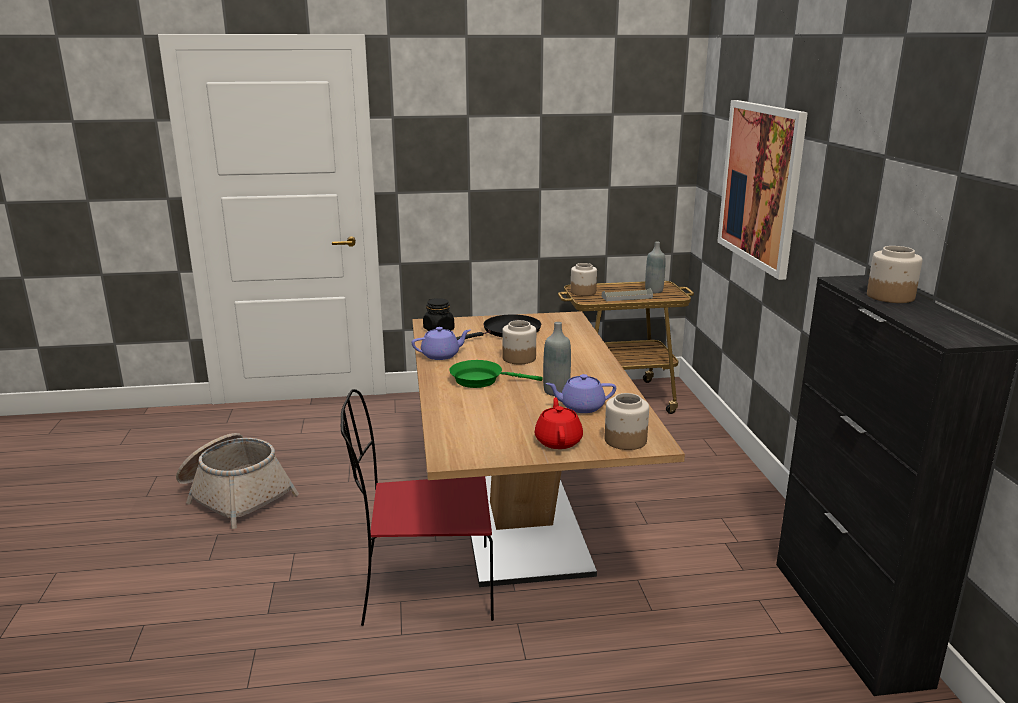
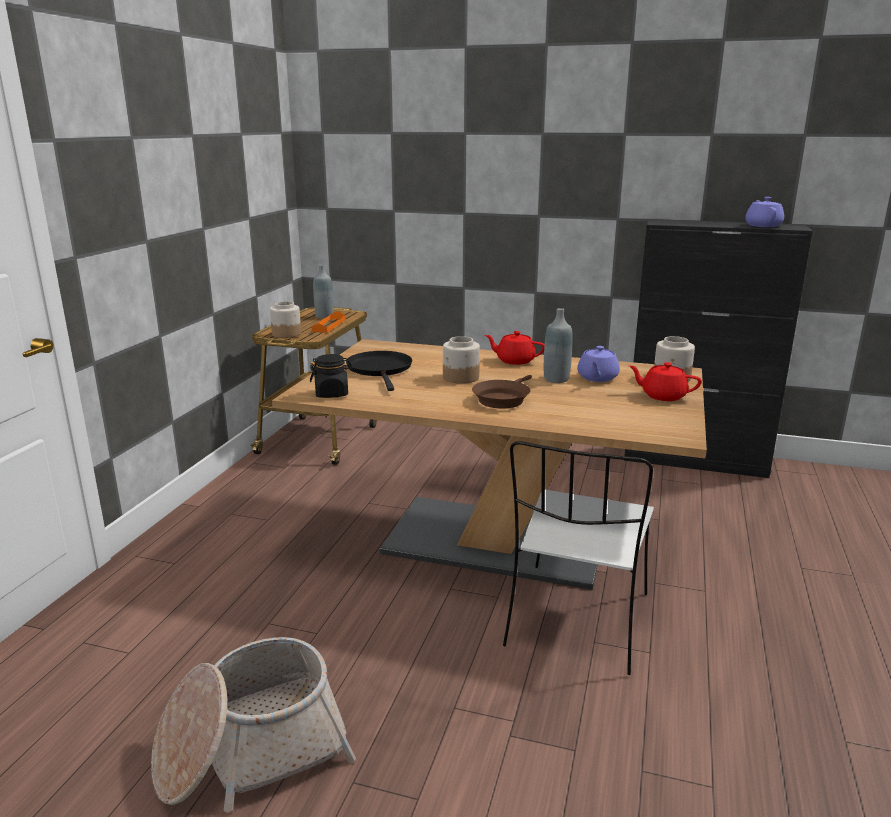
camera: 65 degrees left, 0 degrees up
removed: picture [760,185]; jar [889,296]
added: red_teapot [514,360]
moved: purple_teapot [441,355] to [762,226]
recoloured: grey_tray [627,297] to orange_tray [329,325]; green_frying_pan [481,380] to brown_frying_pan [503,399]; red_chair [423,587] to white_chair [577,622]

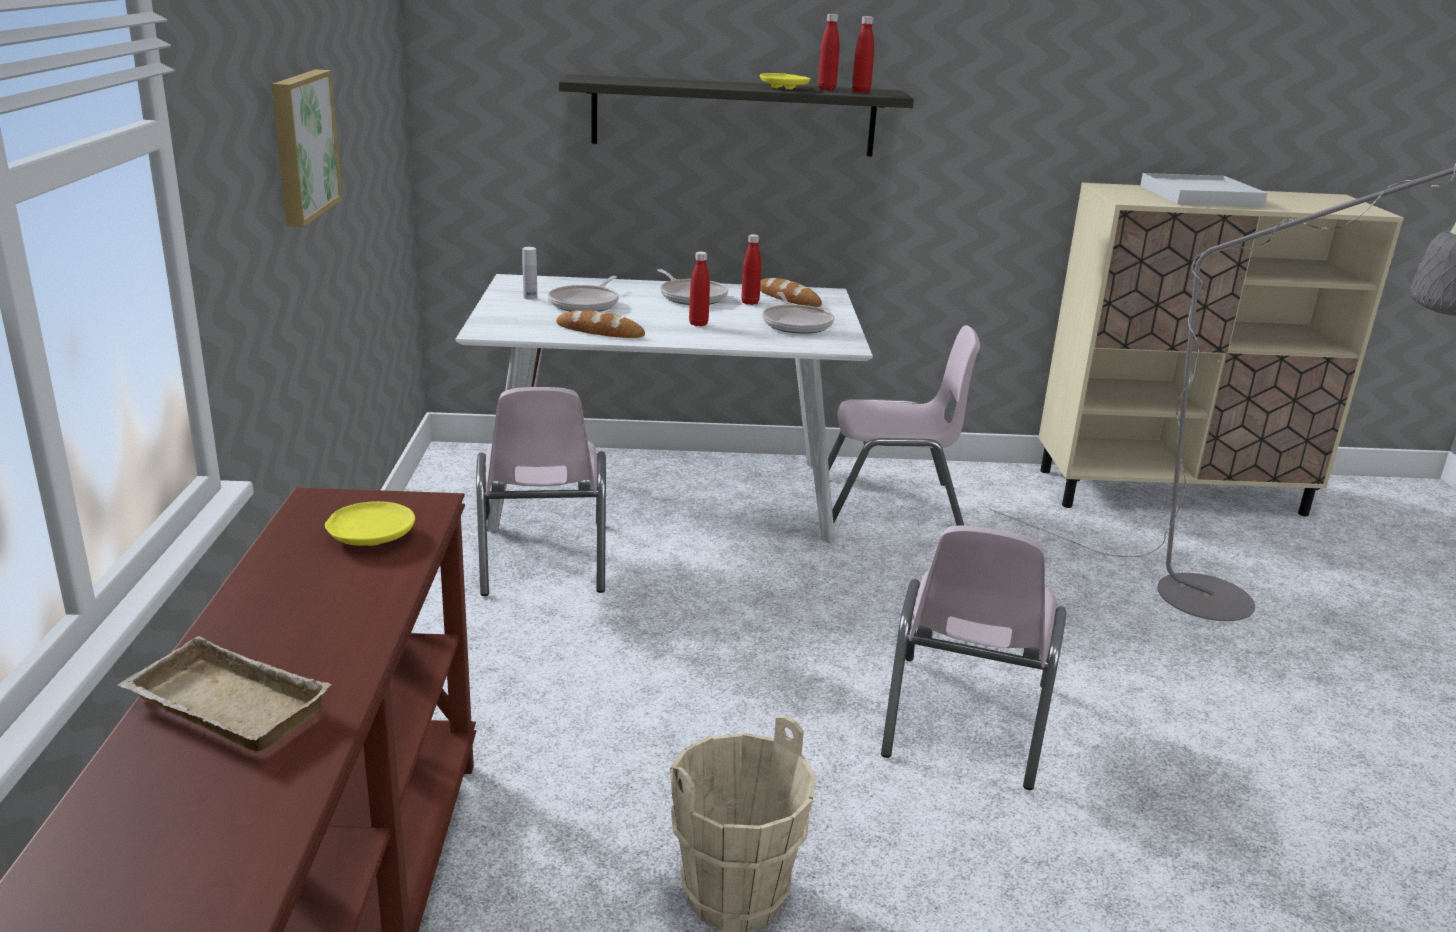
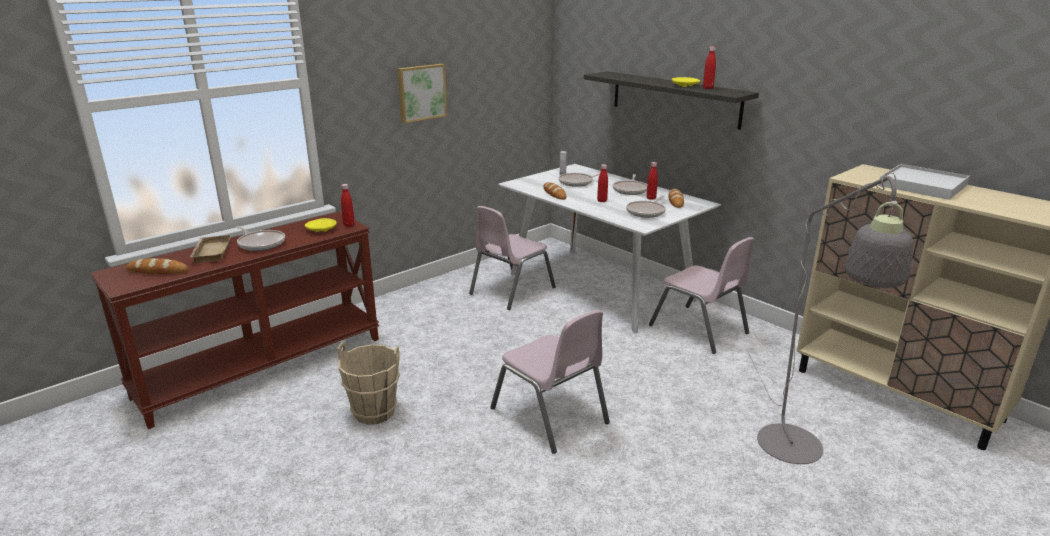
camera: 50 degrees right, 0 degrees up
added: frying_pan [260,243]; bread [157,271]
moved: red_bottle [861,92] to [349,225]
turned: pink_chair [965,720] = [550,416] 105 degrees counterclockwise

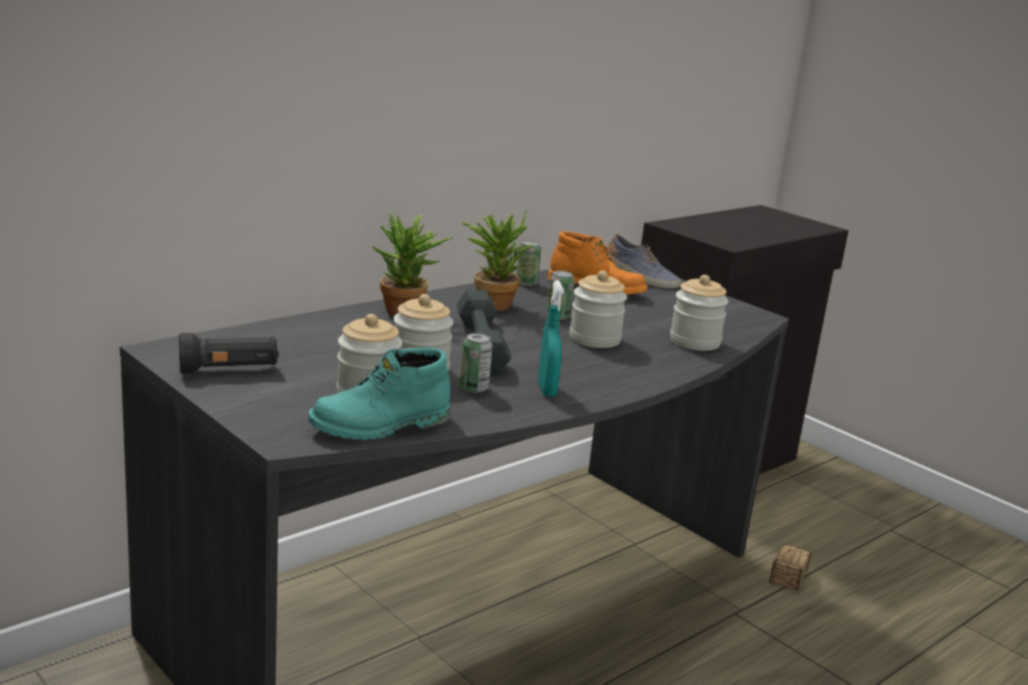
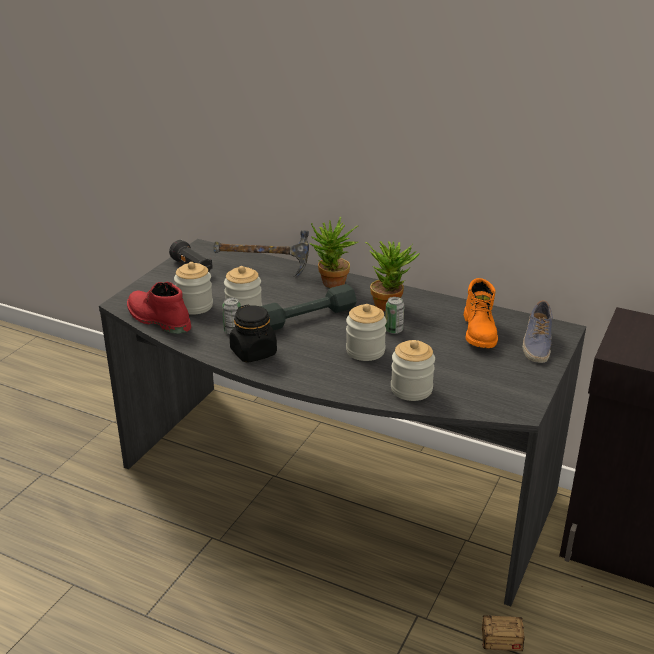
camera: 70 degrees right, 10 degrees up
removed: can [526,283]
added: hammer [264,269]
replaced: turquoise_spray_bottle [547,390] to black_jar [253,352]
recoloured: turquoise_boot [381,426] to red_boot [157,319]

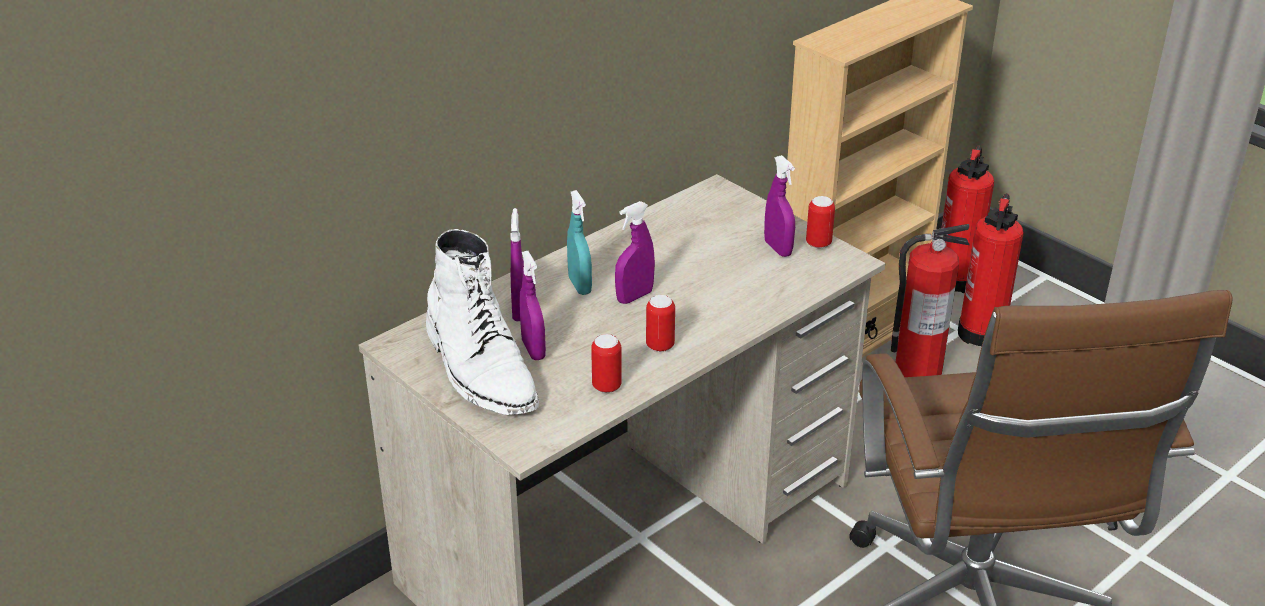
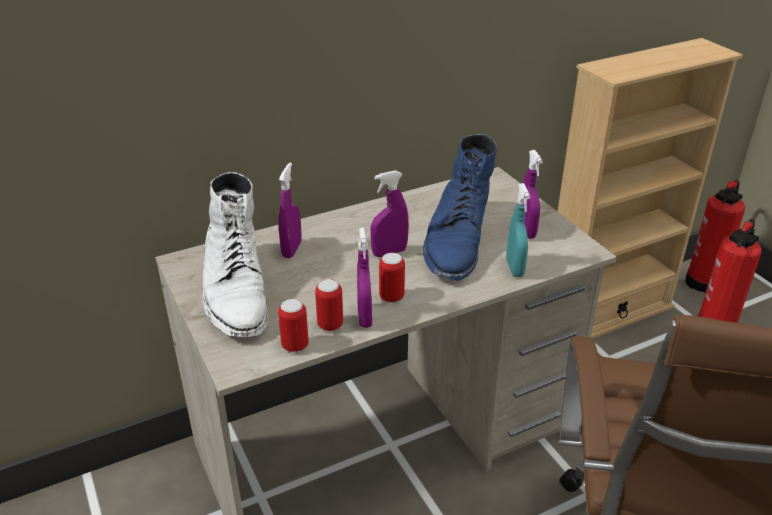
camera: 15 degrees right, 0 degrees up
removed: fire_extinguisher [916,370]
added: blue_boot [457,241]
moved: turquoise_spray_bottle [580,286] to [514,268]; can [818,243] to [295,346]; purple_spray_bottle [533,350] to [364,317]

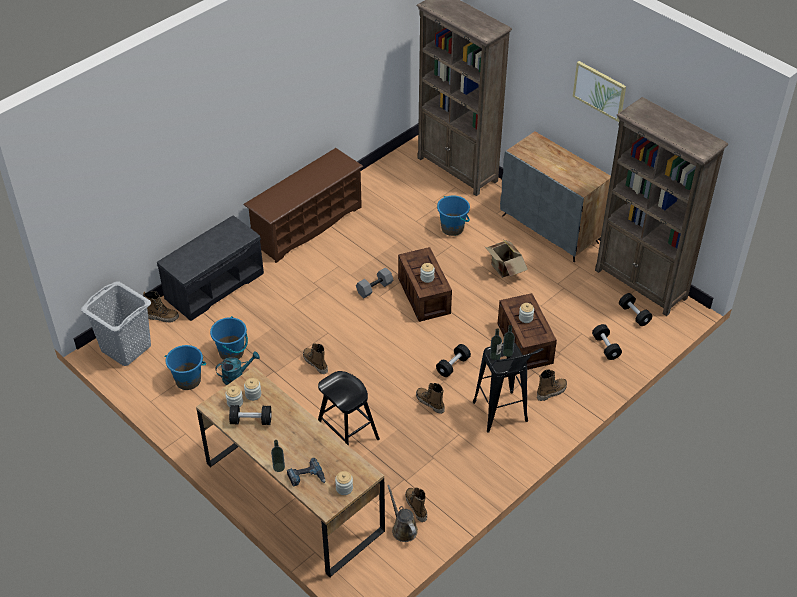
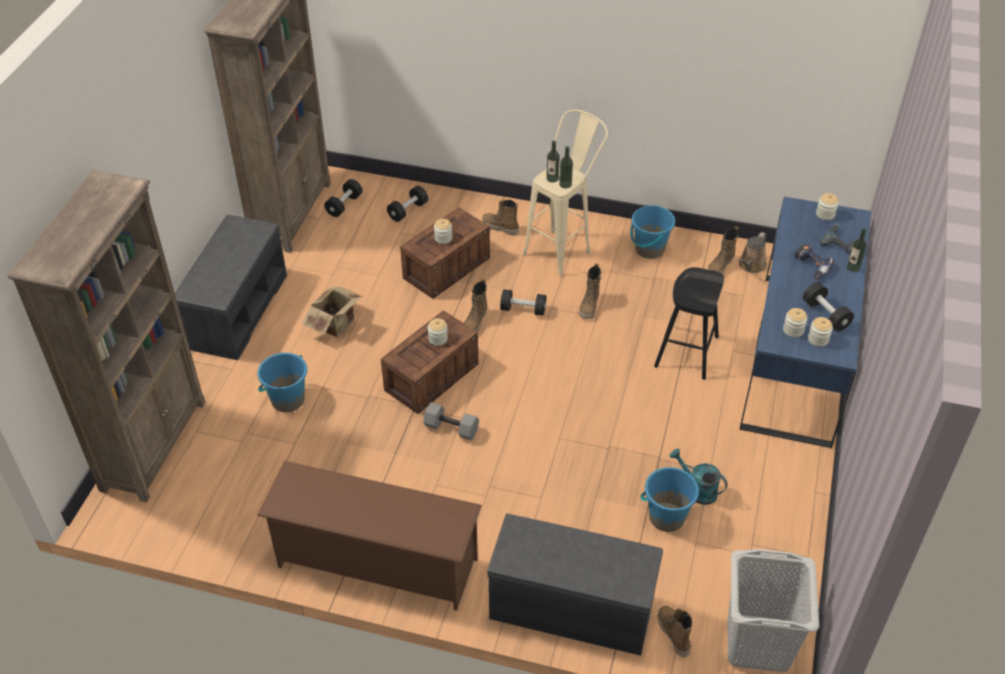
camera: 120 degrees left, 0 degrees up
removed: picture [599,90]
added: power_drill [810,267]
moved: boot [315,363] to [476,322]; blue_bucket [188,380] to [649,249]
replaced: grey_cabinet [550,229] to grey_bench [236,310]
recoloured: black_stool [503,418] to beige_stool [563,248]; brown_desk [294,496] to blue_desk [796,356]

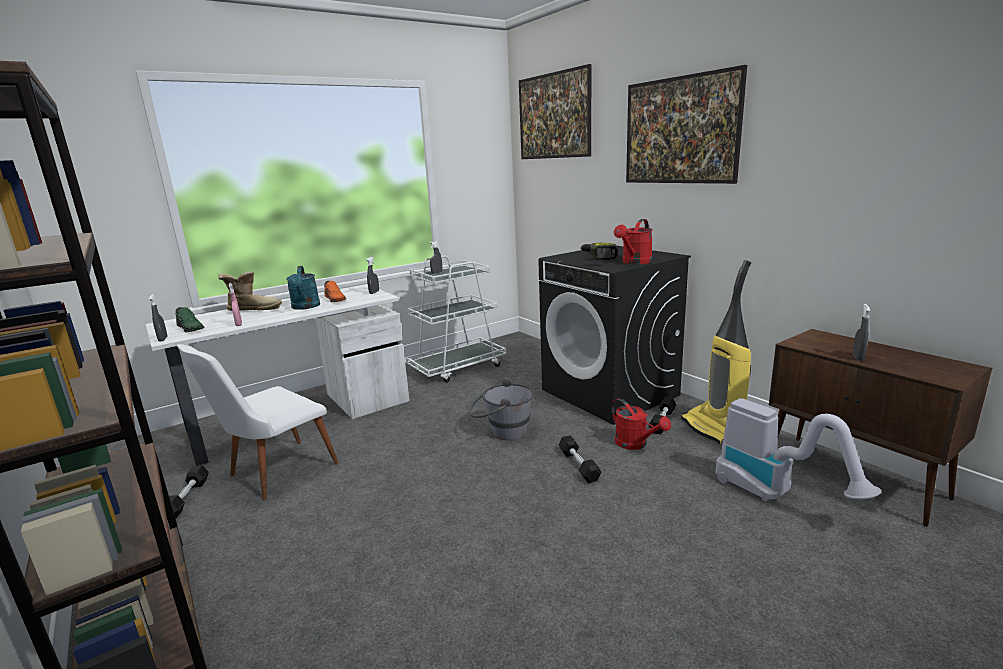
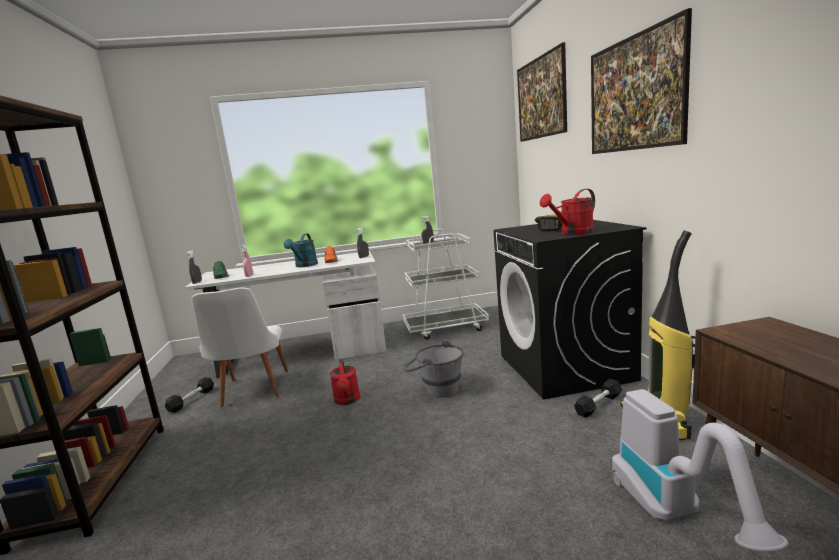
camera: 25 degrees right, 5 degrees down
removed: boot [253,309]; grey_spray_bottle [858,357]; black_dumbbell [579,465]
moved: red_watering_can [636,444] to [347,401]
turned: white_chair [273,473] = [252,392] 75 degrees counterclockwise

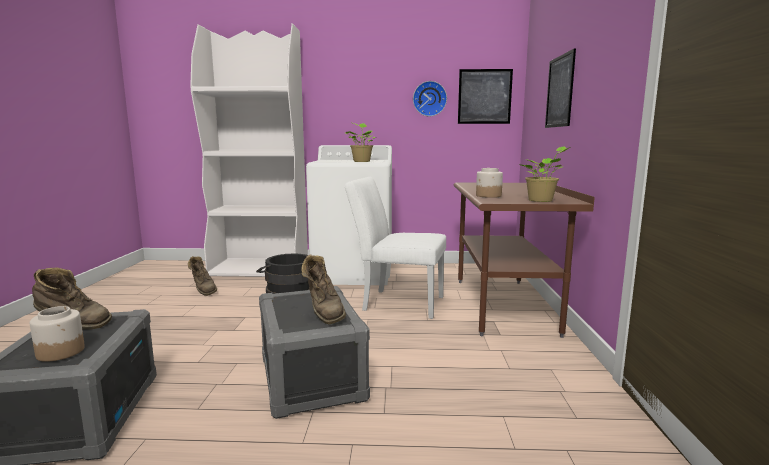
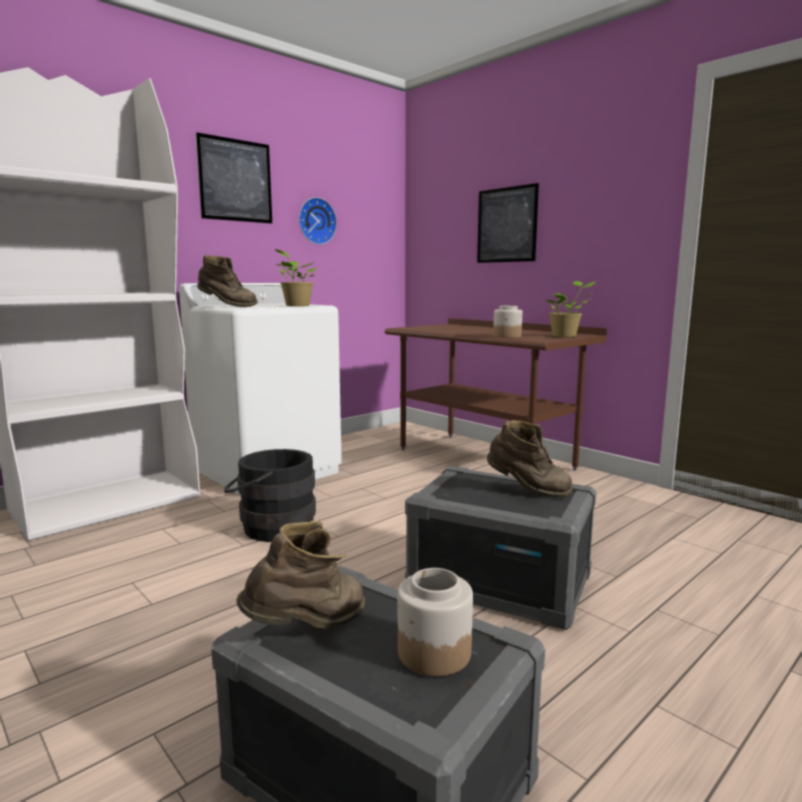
camera: 45 degrees left, 0 degrees up
removed: white_chair [397,303]
moved: picture [484,96] to [235,180]; brown_boot [203,290] to [227,306]

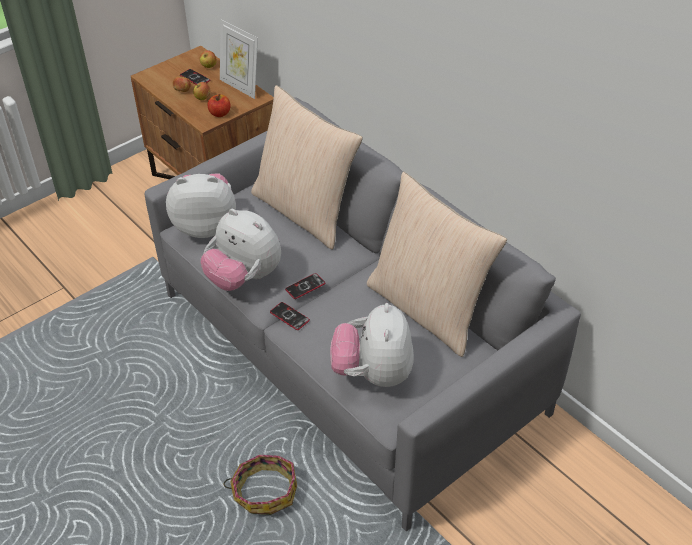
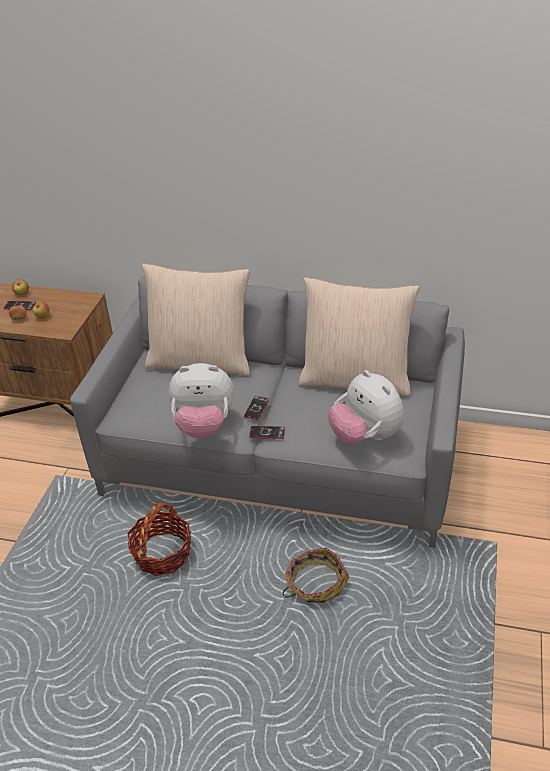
camera: 35 degrees left, 5 degrees down
removed: picture_frame [240,86]; apple [220,113]; plush_toy [205,226]
added: basket [162,554]

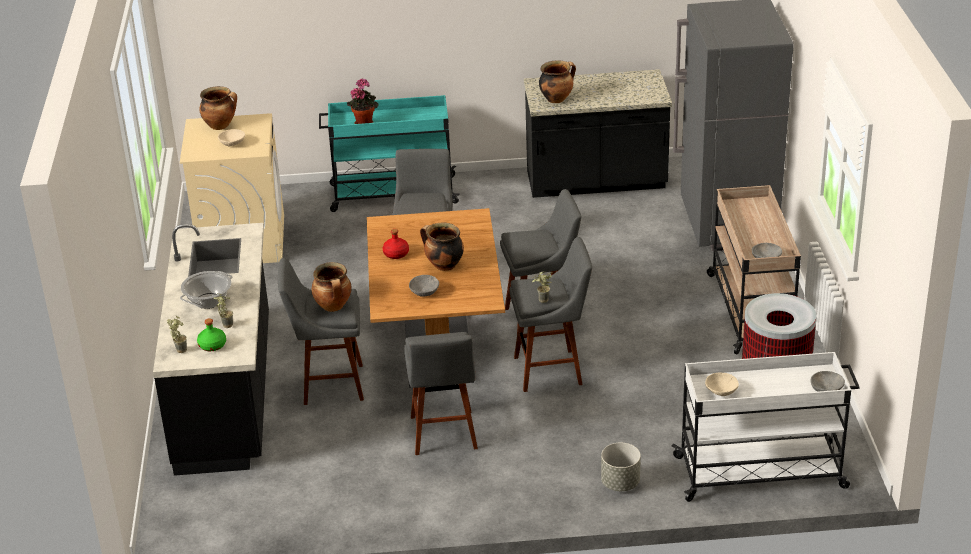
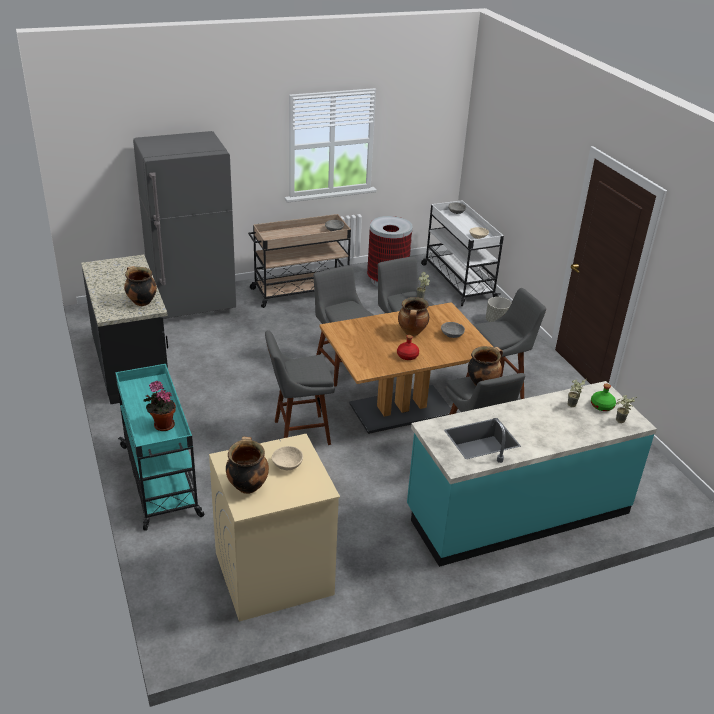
camera: 110 degrees left, 0 degrees up
removed: cooking_pot [208,301]
recoloured: black_counter [227,394] to turquoise_counter [517,511]

